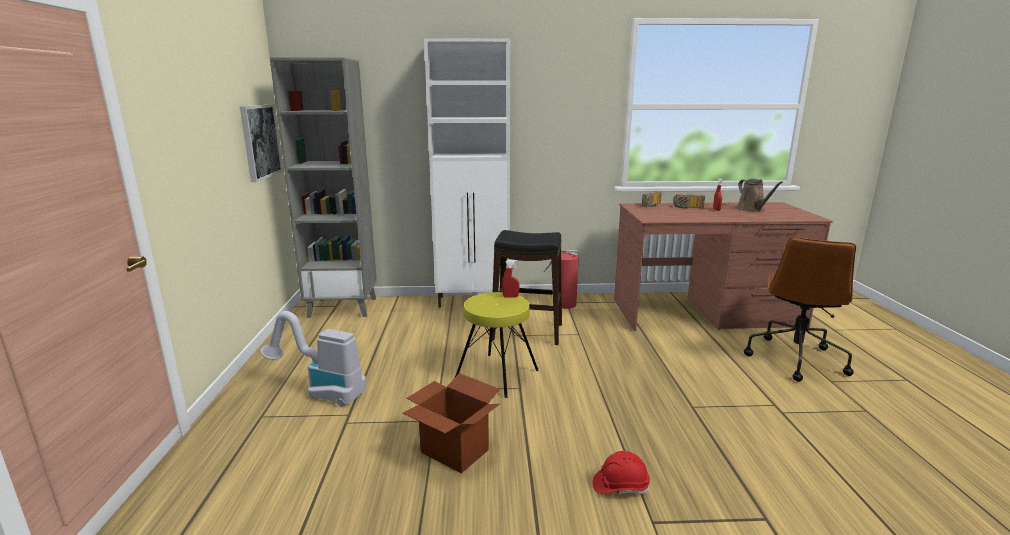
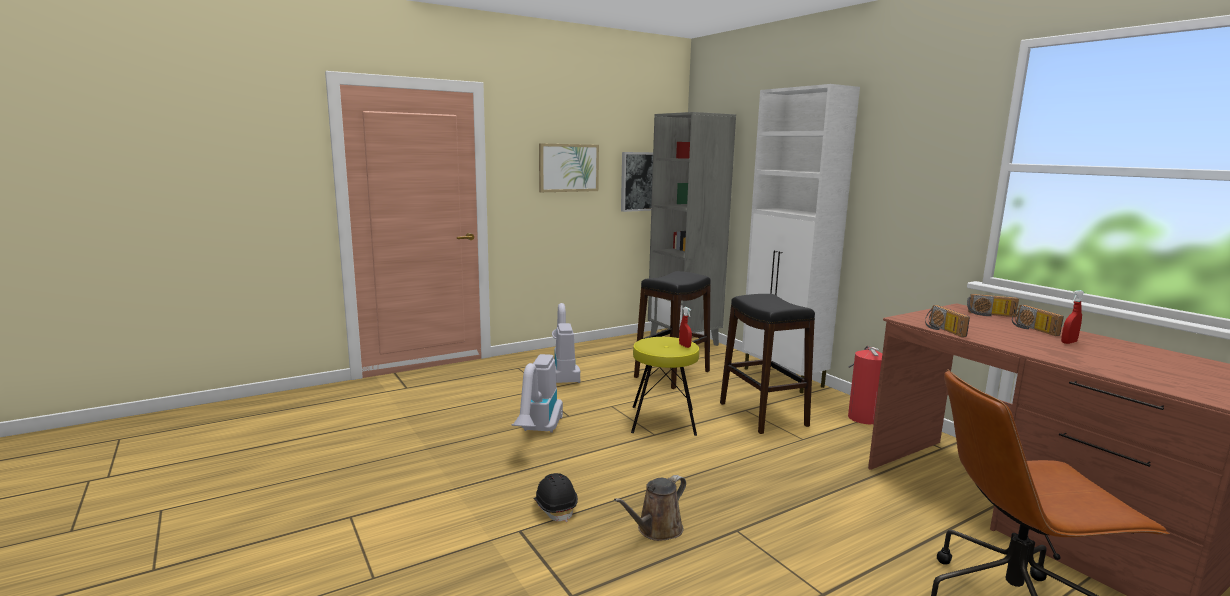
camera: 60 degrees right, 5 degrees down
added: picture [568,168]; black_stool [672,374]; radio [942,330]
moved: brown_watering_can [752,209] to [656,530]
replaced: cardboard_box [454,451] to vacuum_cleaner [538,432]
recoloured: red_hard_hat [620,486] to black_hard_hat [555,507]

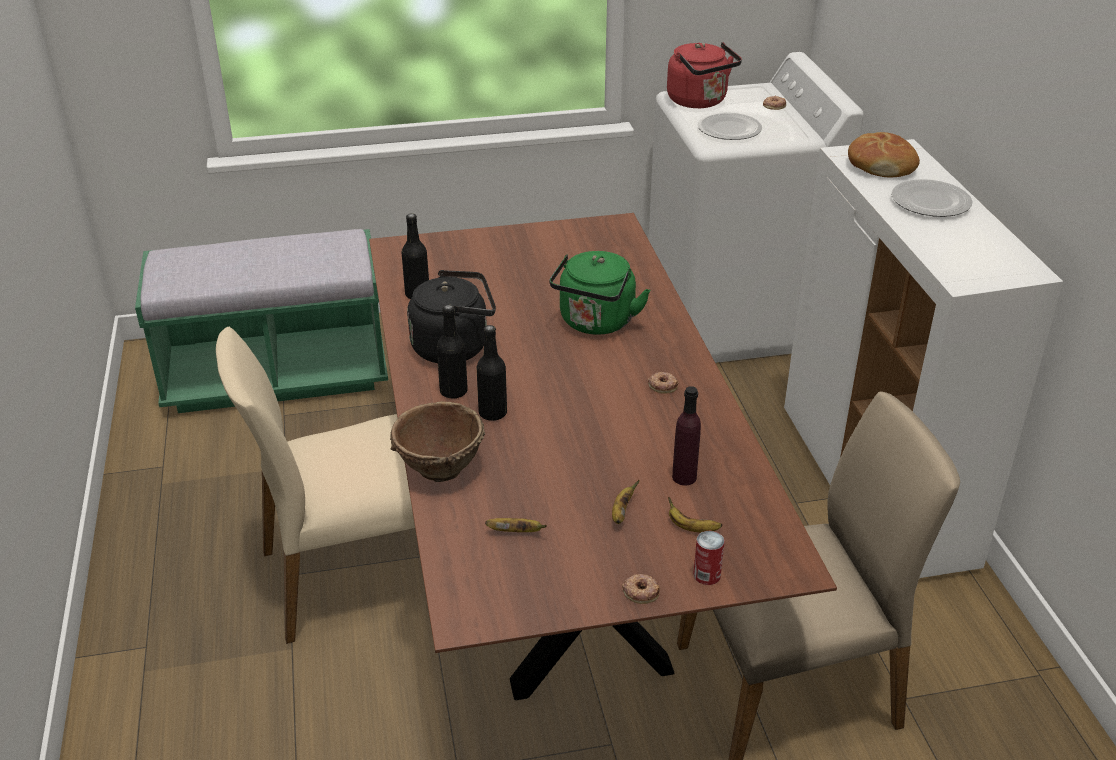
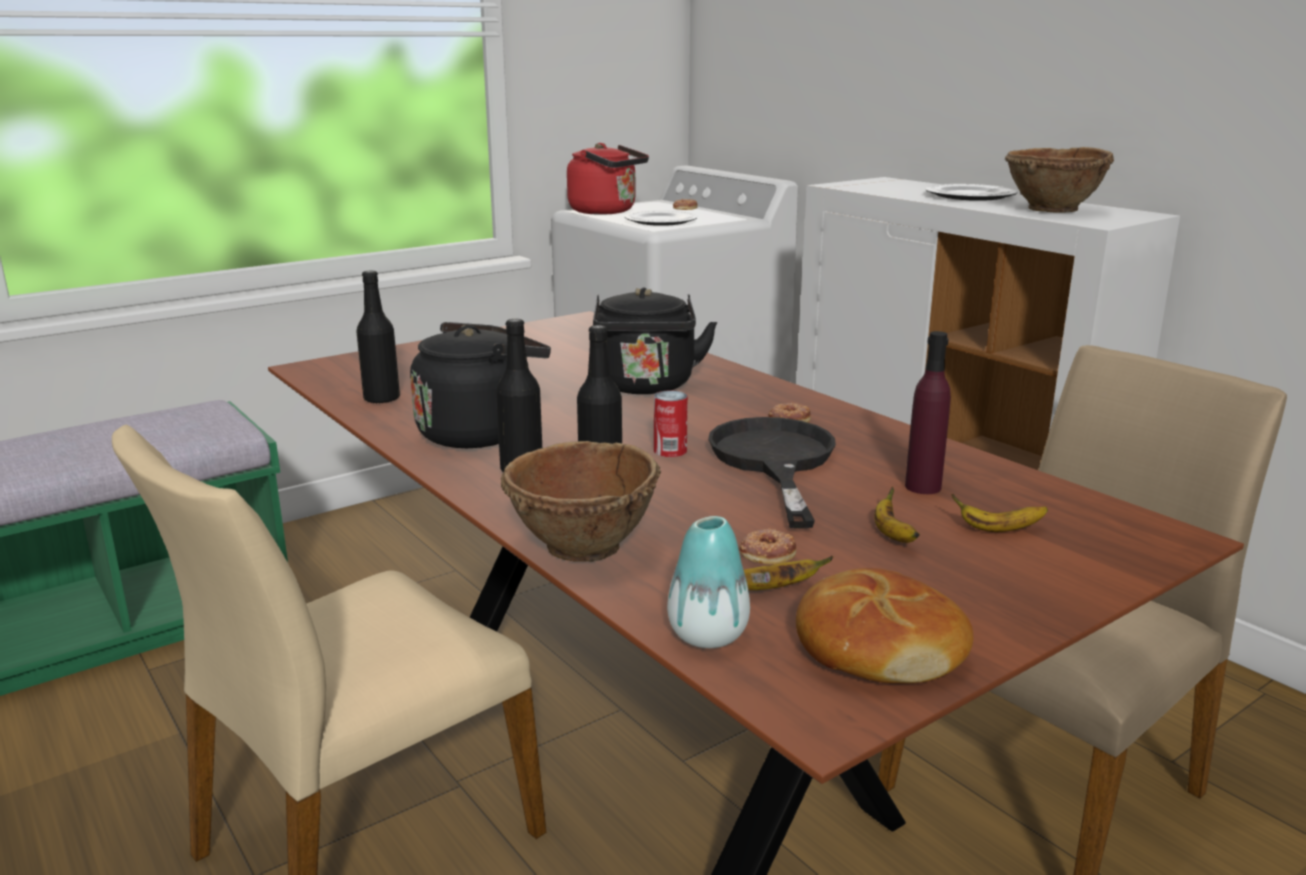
camera: 25 degrees left, 15 degrees down
added: brown_bowl [1052,210]; black_frying_pan [774,461]; vase [708,635]
moved: bread [880,165] to [877,649]; can [707,575] to [670,451]; donut [641,591] to [767,552]
recoloured: green_kettle [595,323] to black_kettle [645,387]

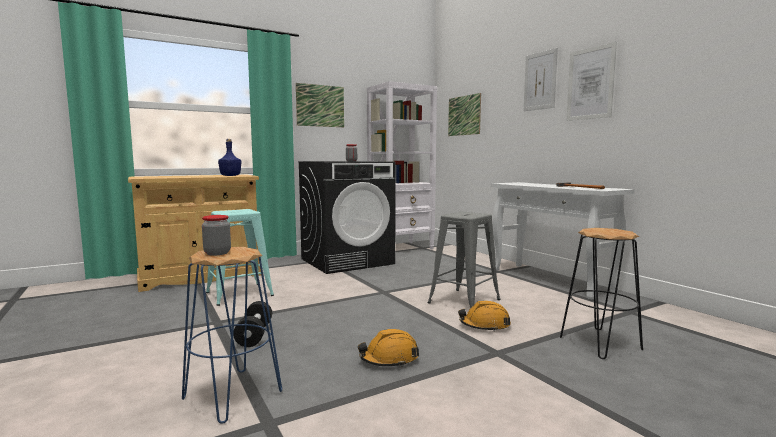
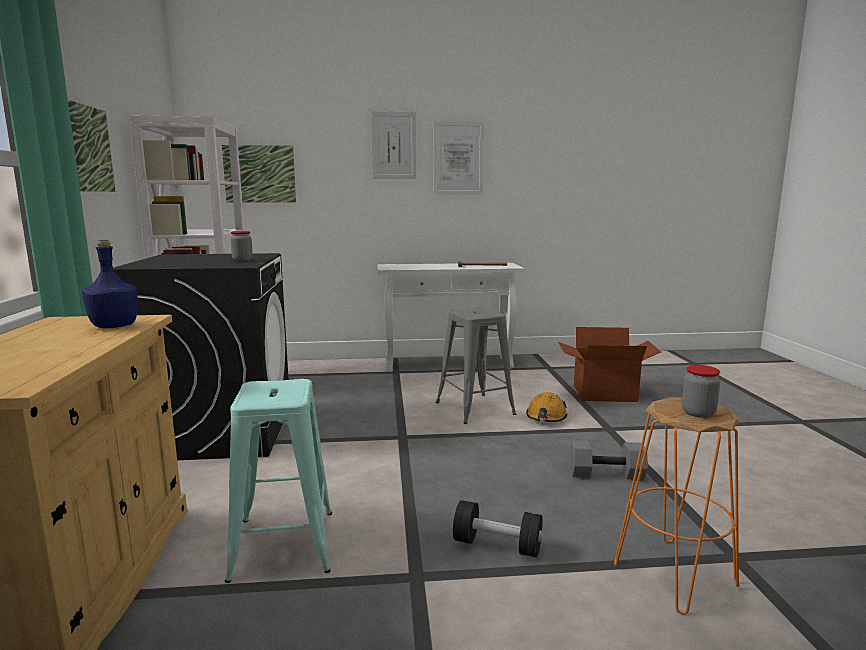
camera: 65 degrees left, 5 degrees up
replaced: black_stool [600,343] to cardboard_box [604,394]; orange_hard_hat [389,359] to grey_dumbbell [606,473]
recoloured: blue_stool [232,394] to orange_stool [673,575]

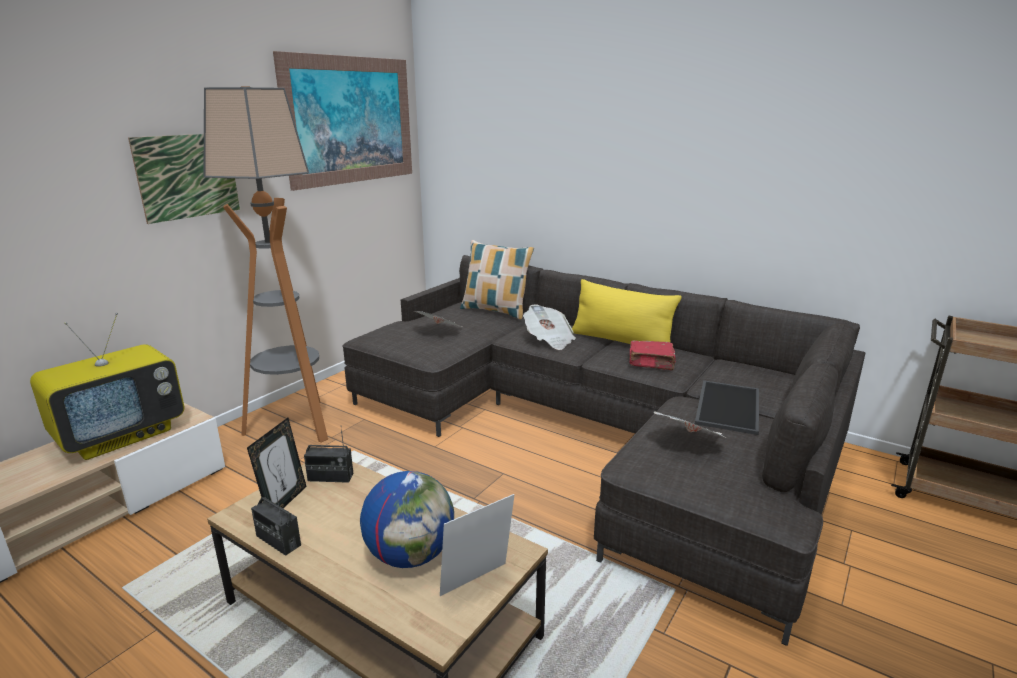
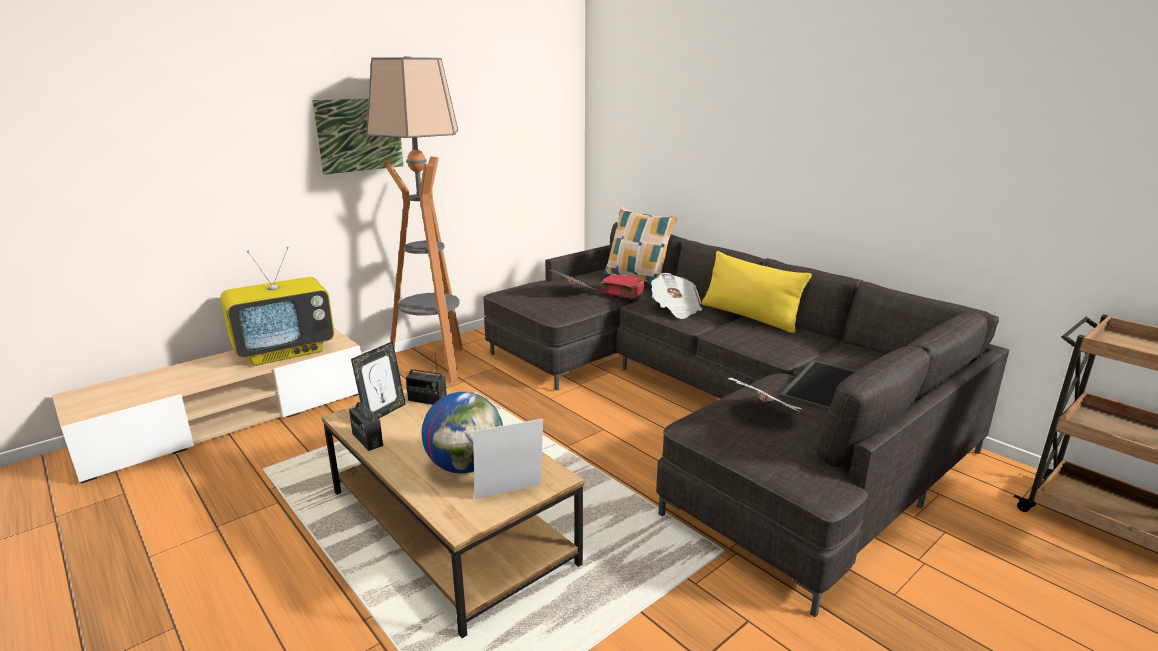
camera: 15 degrees right, 0 degrees up
removed: picture [351,120]
moved: red_book [651,363] to [623,293]

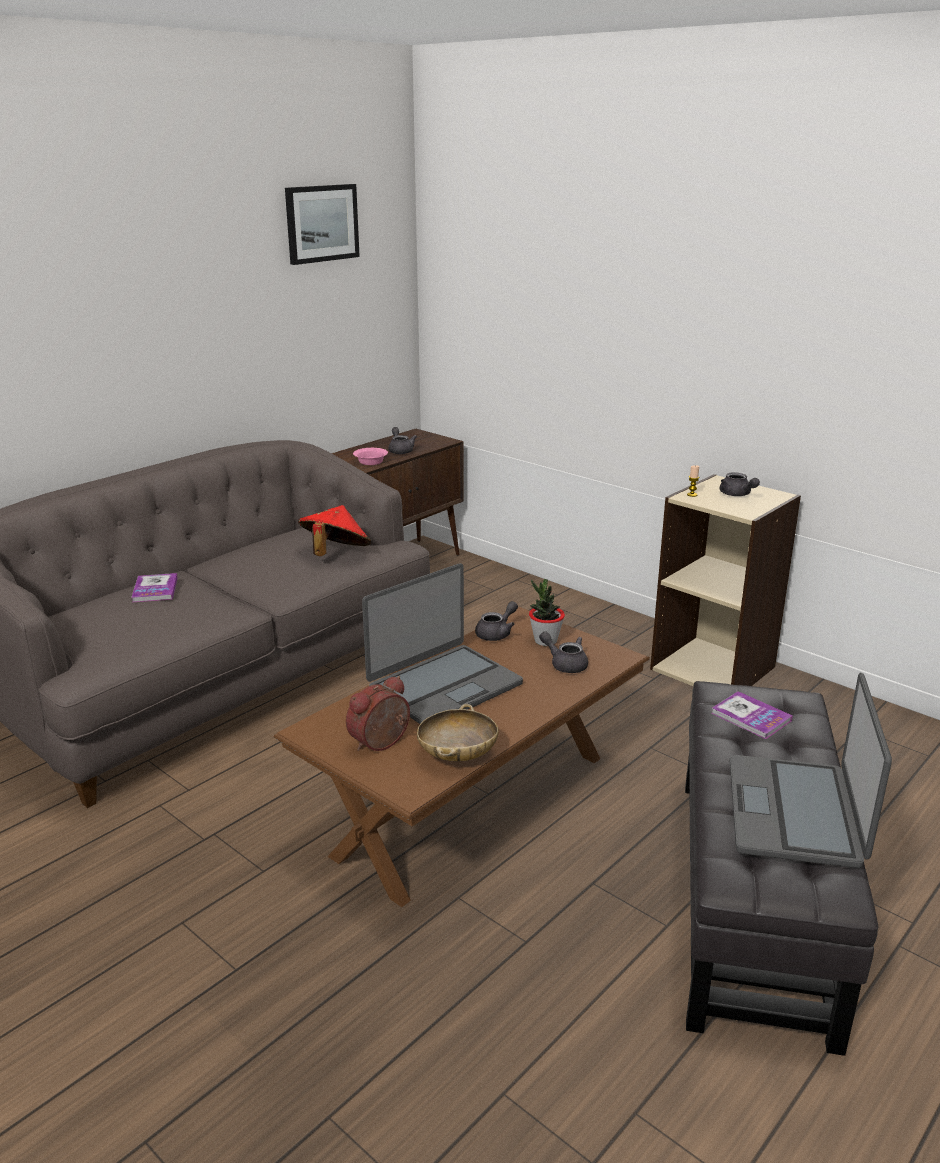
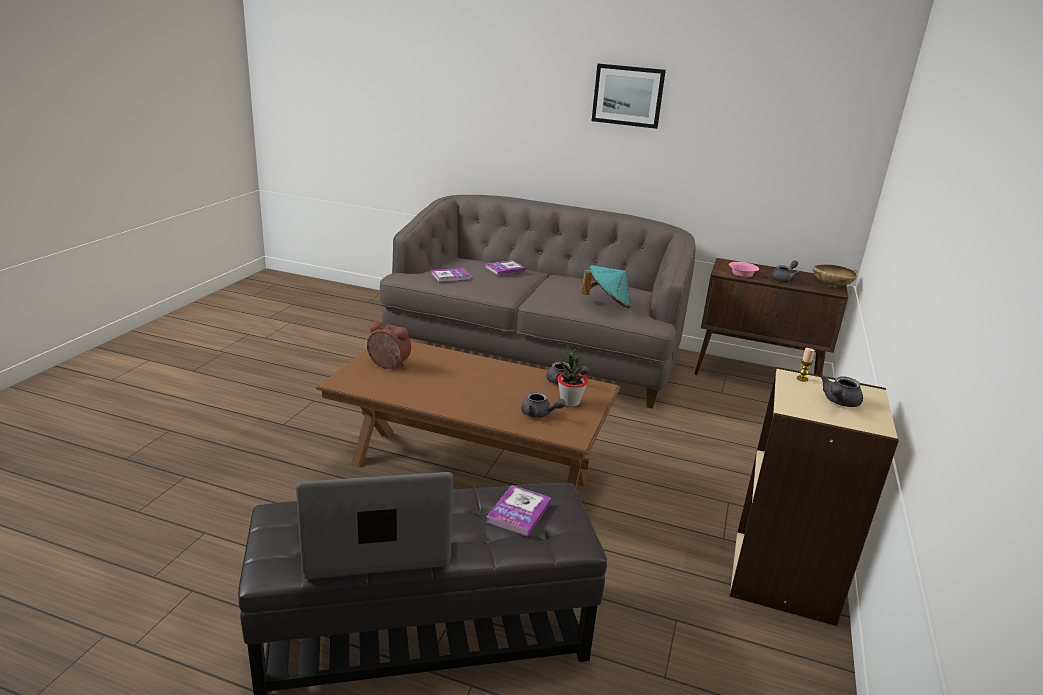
camera: 65 degrees right, 0 degrees up
removed: laptop [444,686]
added: book [451,276]
moved: picture [321,223] to [628,95]; beige_bowl [457,755] to [831,285]
recoloured: red_hat [335,554] to turquoise_hat [607,303]
turned: grey_teapot [565,664] = [539,414] 105 degrees clockwise

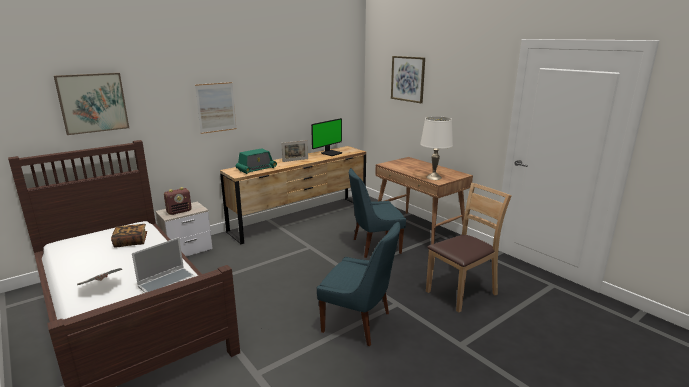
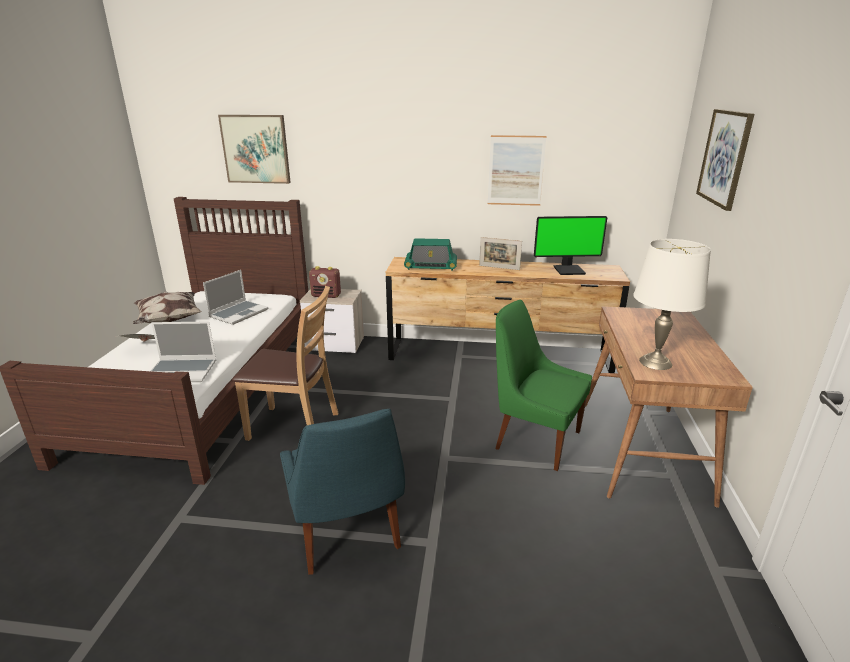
camera: 45 degrees right, 5 degrees up
added: pillow [169,320]
moved: picture [216,107] to [516,171]; brown_chair [461,292] to [294,427]
replaced: book [131,242] to laptop [239,313]
recoloured: blue_chair [374,246] to green_chair [534,439]

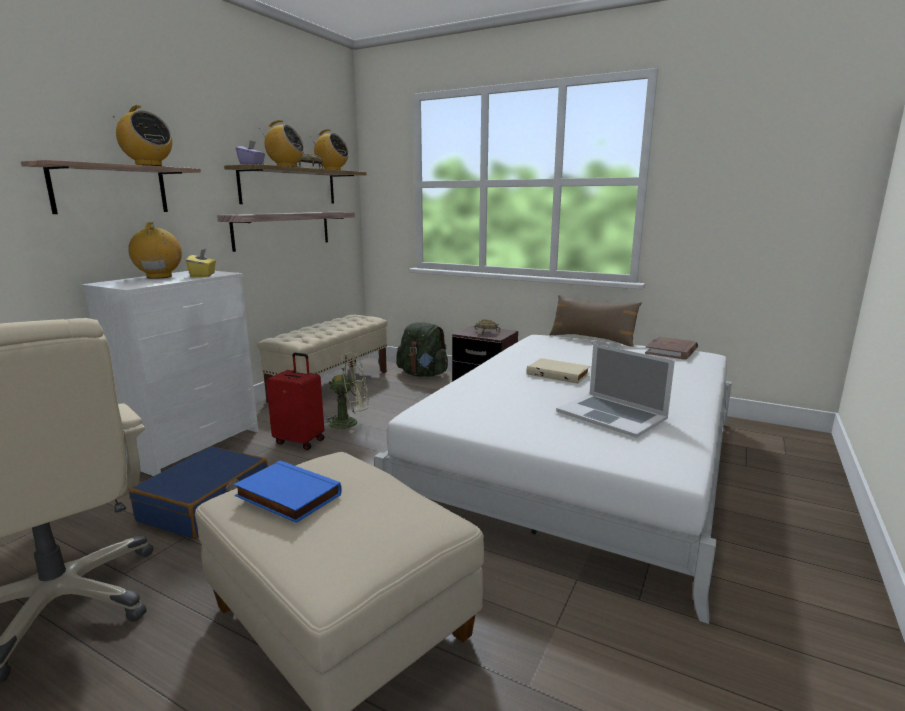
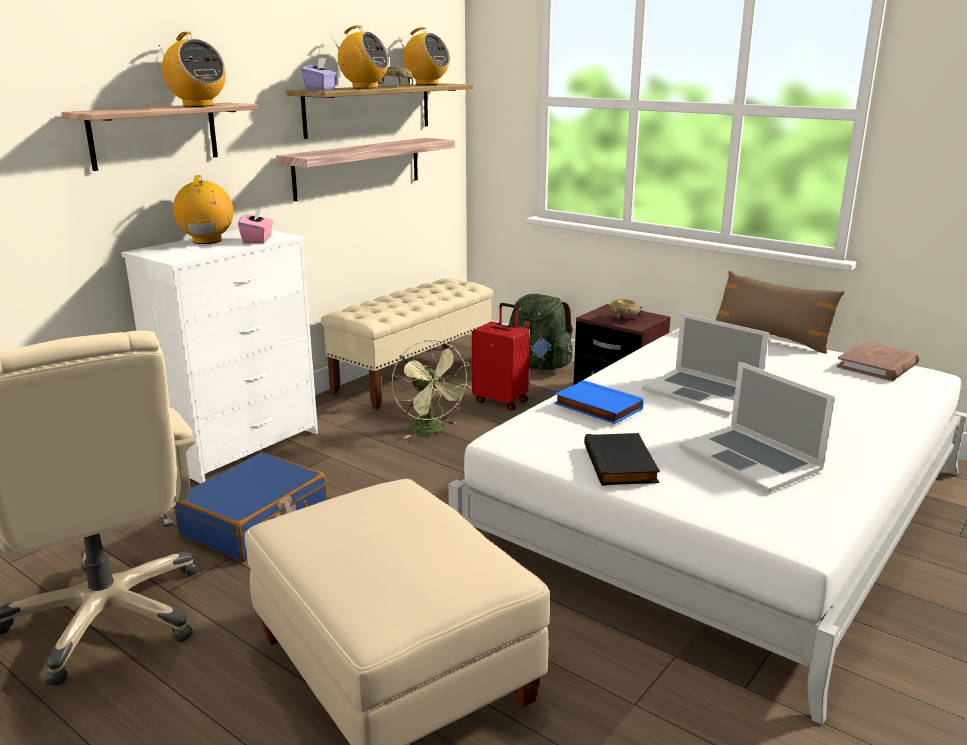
camera: 10 degrees right, 5 degrees up
added: black_book [622,464]
moved: red_suitcase [300,441] to [501,401]; blue_book [286,496] to [596,407]
replaced: beige_book [559,374] to laptop [701,392]
recoloured: yellow_tissue_box [203,275] to pink_tissue_box [258,240]
turned: green_fan [350,423] = [432,430] 60 degrees clockwise

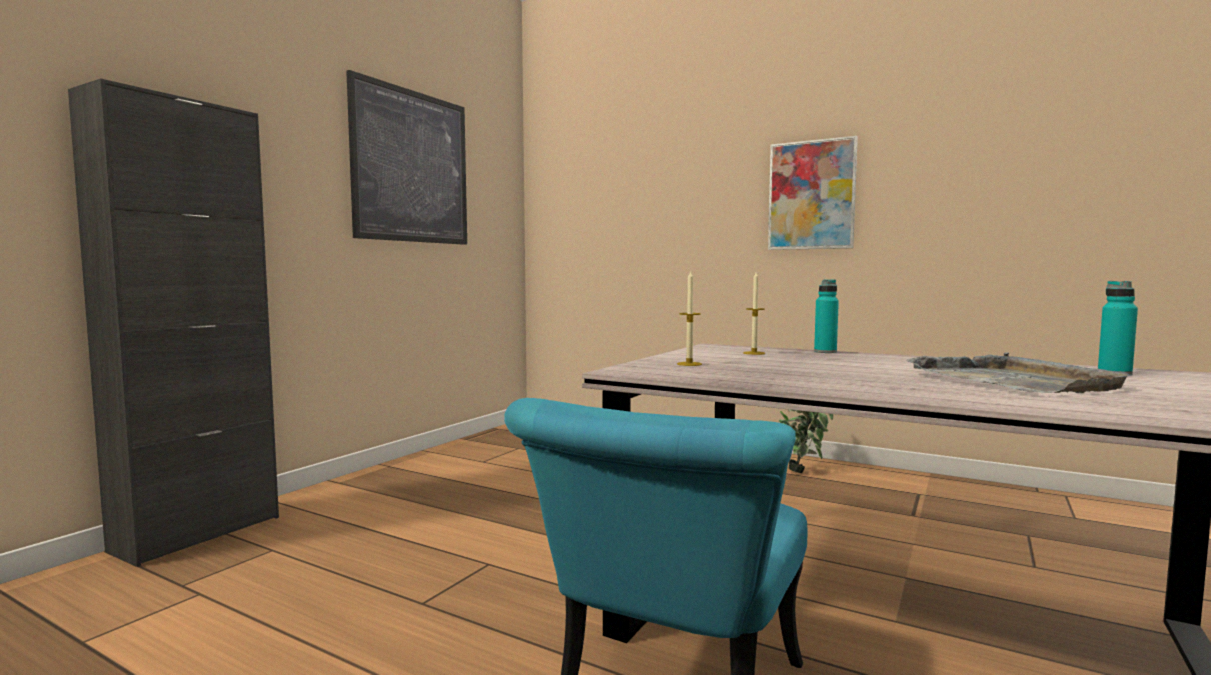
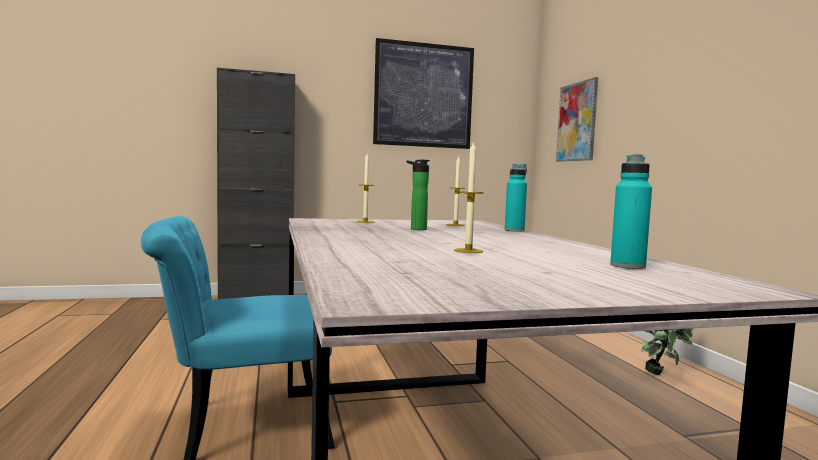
camera: 45 degrees right, 0 degrees up
added: bottle [416,229]
moved: picture [811,195] to [577,122]
replaced: grey_tray [1013,381] to candle [468,251]

